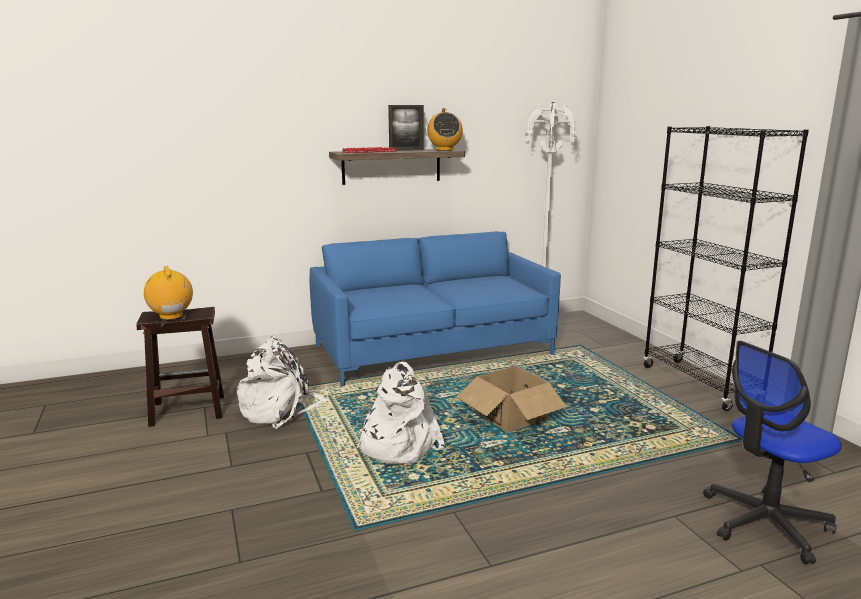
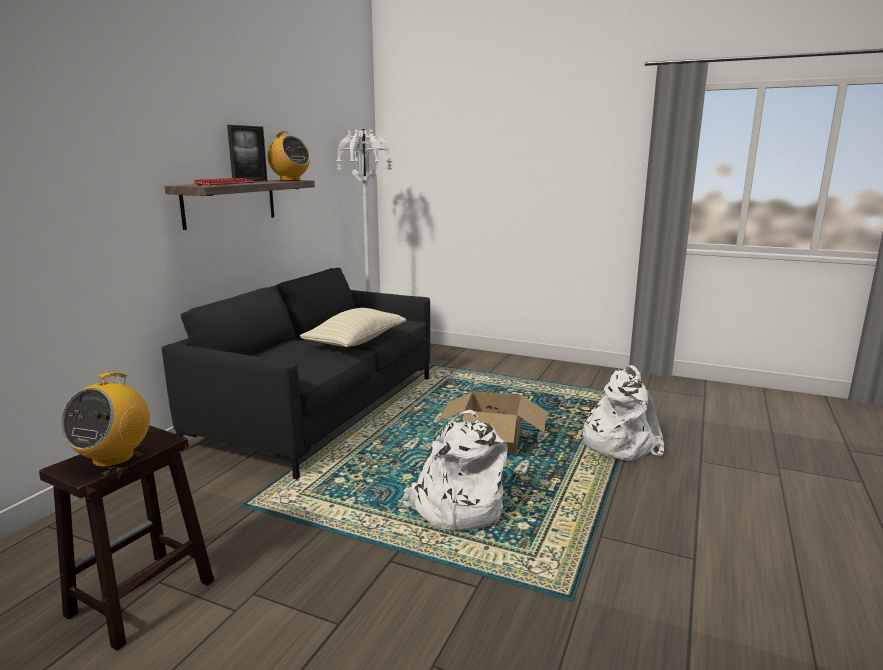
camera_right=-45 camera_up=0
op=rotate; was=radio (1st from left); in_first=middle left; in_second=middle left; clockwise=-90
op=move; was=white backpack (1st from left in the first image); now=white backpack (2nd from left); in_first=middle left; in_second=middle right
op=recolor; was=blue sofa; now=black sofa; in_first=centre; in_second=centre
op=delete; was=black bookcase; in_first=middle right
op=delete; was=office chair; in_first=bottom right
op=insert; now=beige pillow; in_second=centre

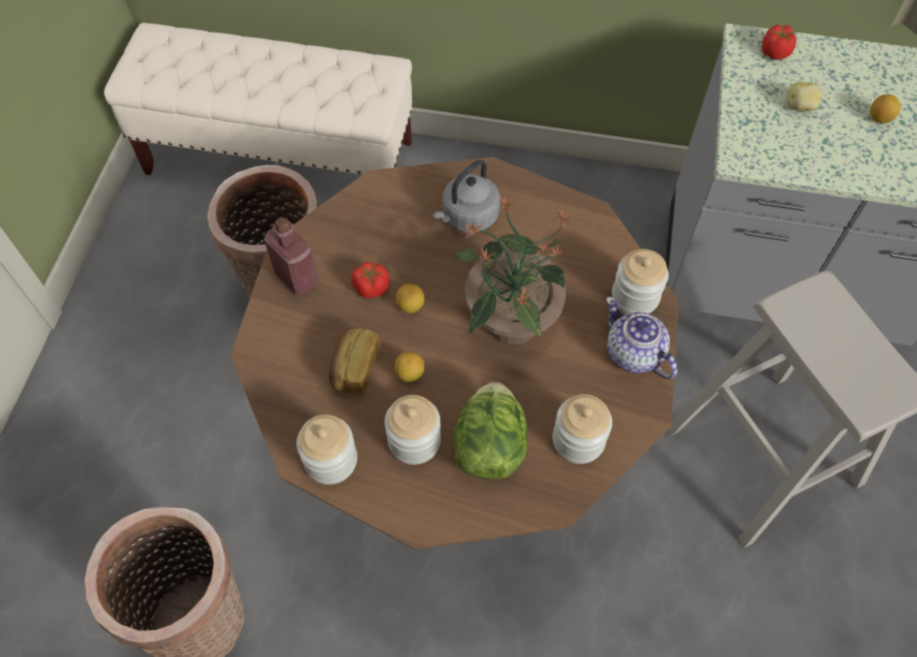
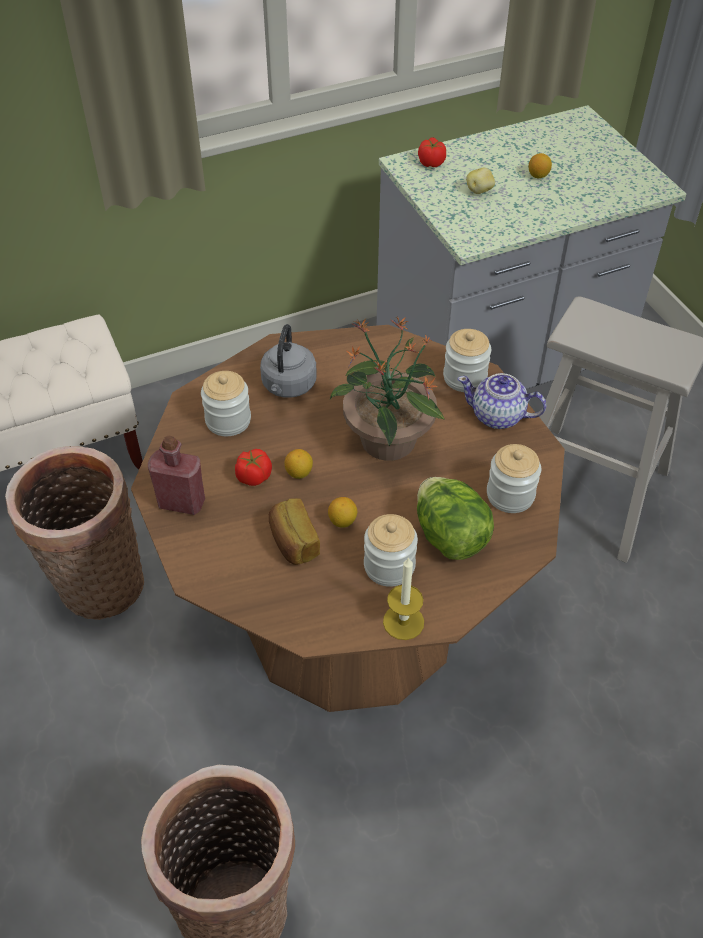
camera_right=-35 camera_up=-10
op=move; was=jar (1st from left); in_first=bottom centre; in_second=middle left
op=insert; now=candle; in_second=centre

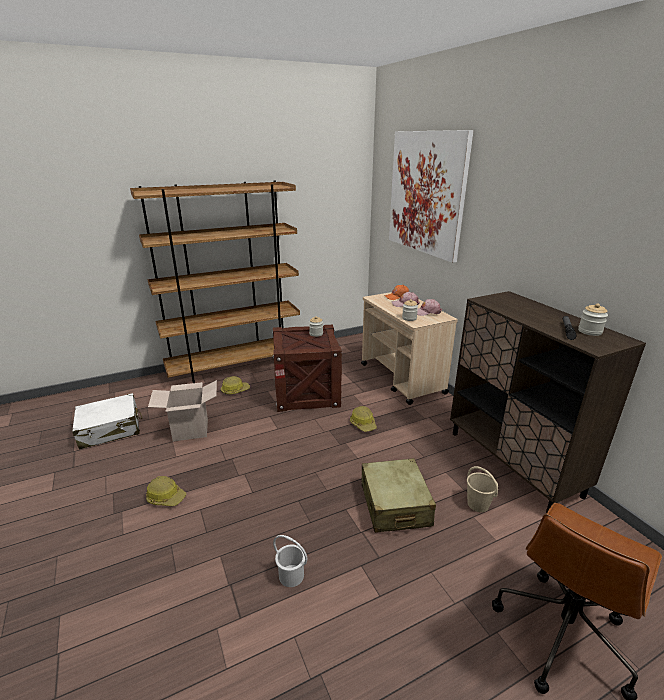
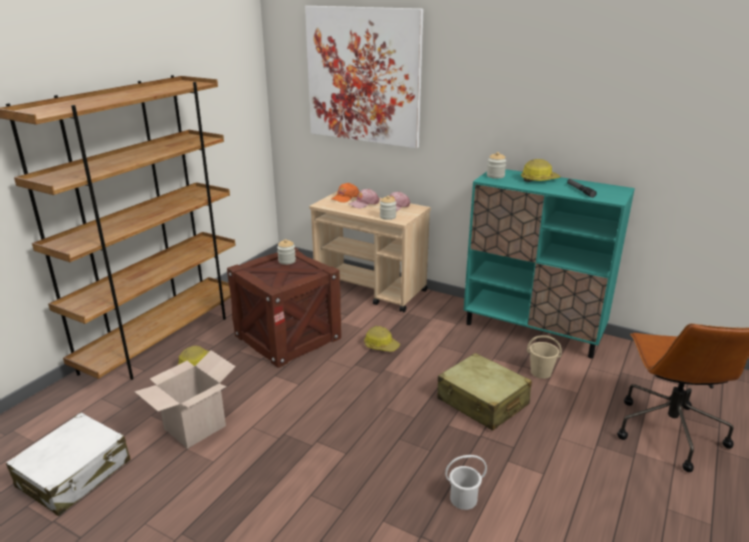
camera_right=-35 camera_up=0
op=move; was=hard hat (1st from left in the first image); now=hard hat (3rd from left); in_first=bottom left; in_second=top right
op=recolor; was=brown cabinet; now=turquoise cabinet; in_first=middle right; in_second=middle right
op=move; was=jar (3rd from left); in_first=middle right; in_second=top centre

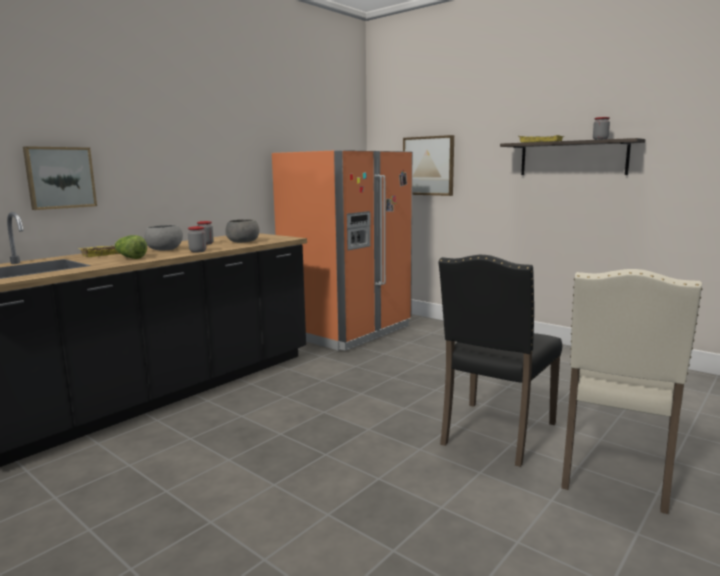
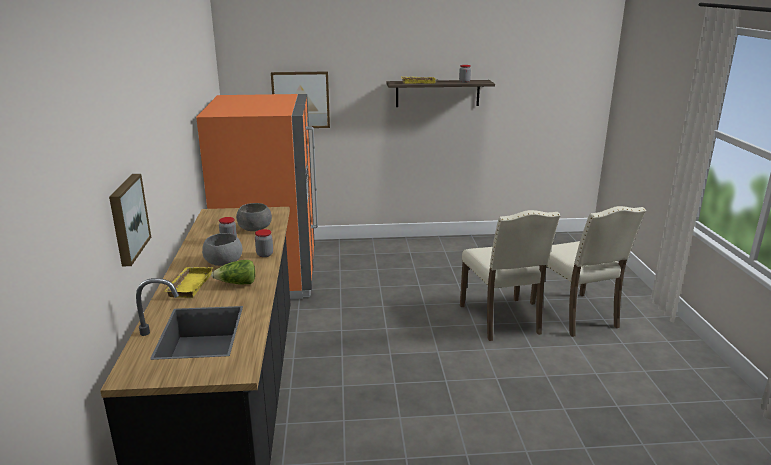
camera_right=-45 camera_up=10
op=recolor; was=black chair; now=beige chair (1st from left); in_first=middle right; in_second=centre

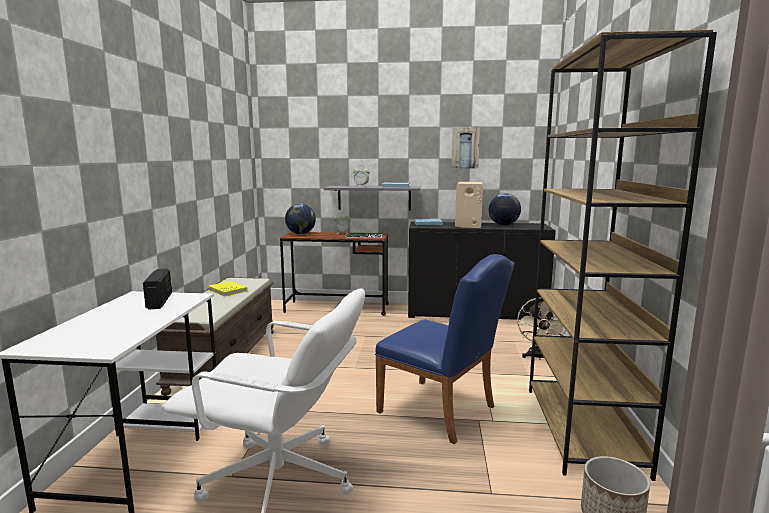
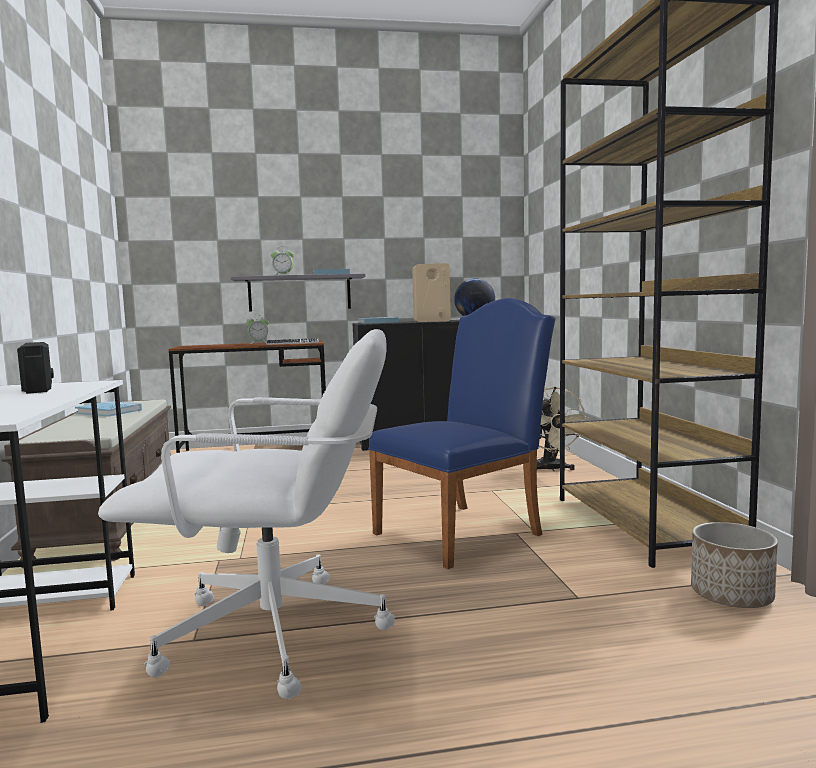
camera_right=-15 camera_up=-5
op=recolor; was=yellow book; now=blue book (1st from left); in_first=middle left; in_second=middle left
op=delete; was=globe (1st from left); in_first=centre
op=rotate; was=blue chair; in_first=bottom centre; in_second=centre; clockwise=-60
op=delete; was=picture; in_first=top centre

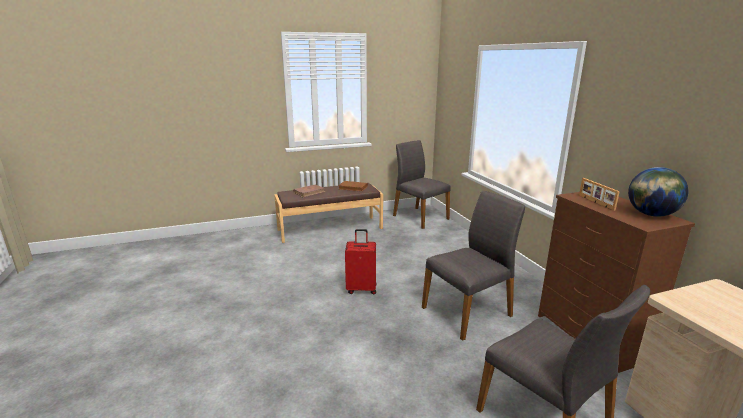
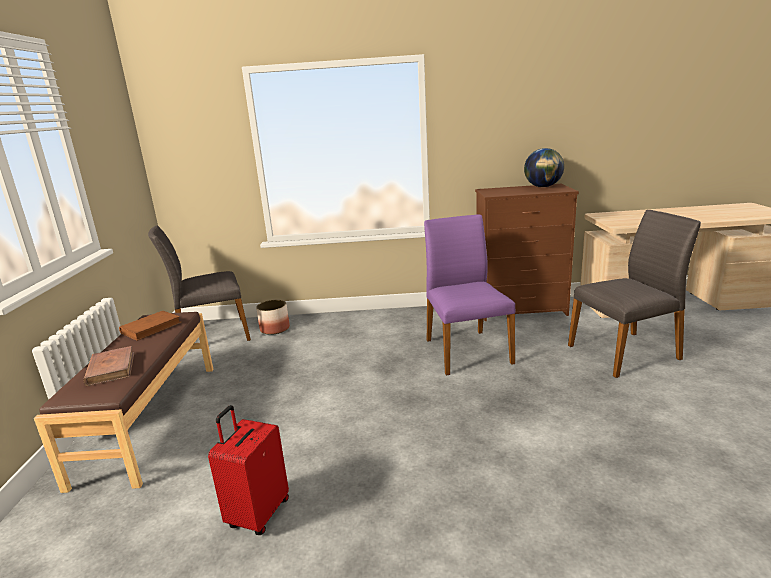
camera_right=-70 camera_up=0
op=move; was=red suitcase; in_first=centre; in_second=bottom left
op=recolor; was=grey chair (2nd from left); now=purple chair; in_first=centre; in_second=centre
op=delete; was=picture frame; in_first=middle right
op=insert; now=planter; in_second=centre

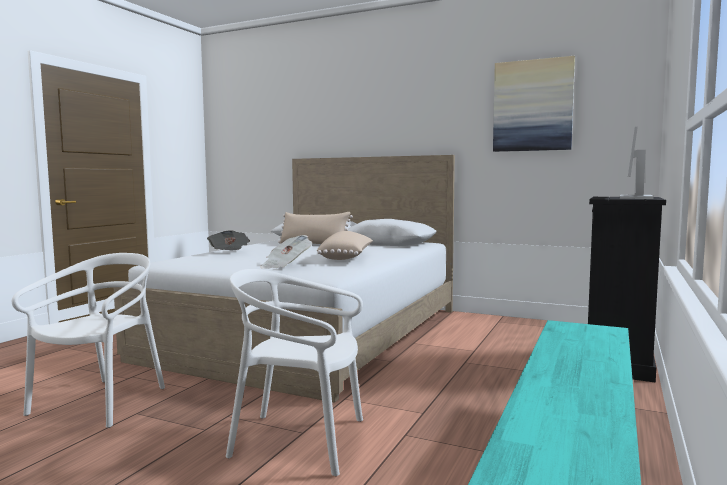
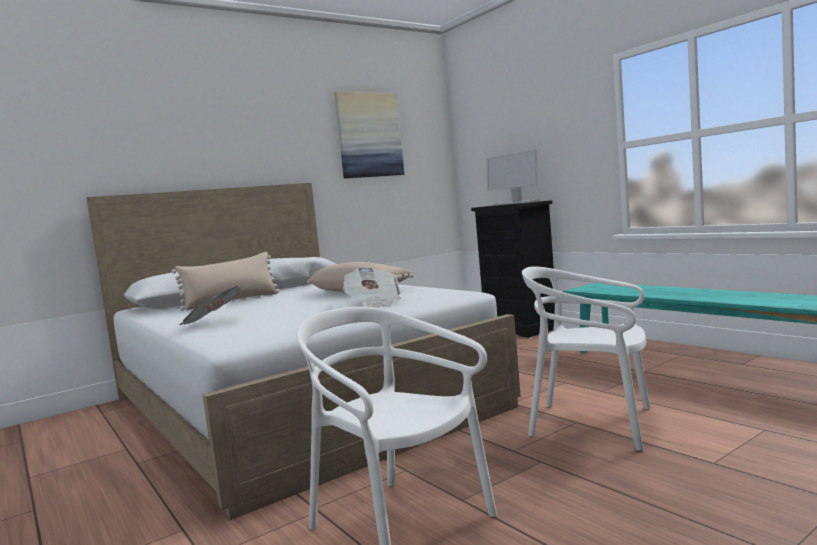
camera_right=-60 camera_up=0
op=rotate; was=white chair (2nd from left); in_first=bottom centre; in_second=middle right; clockwise=75

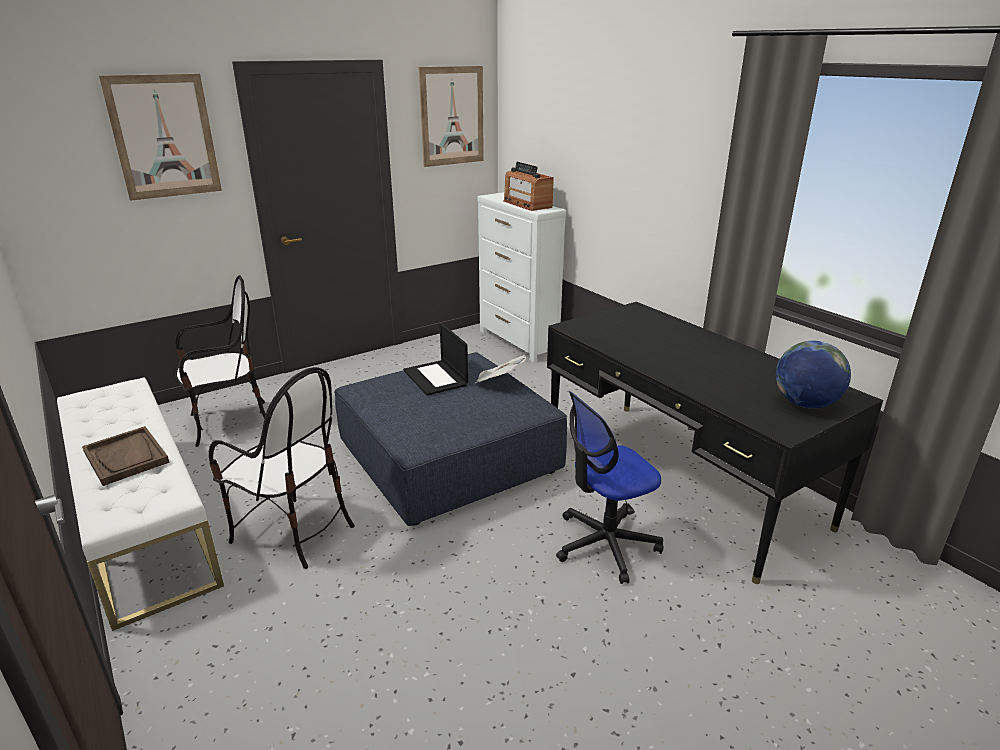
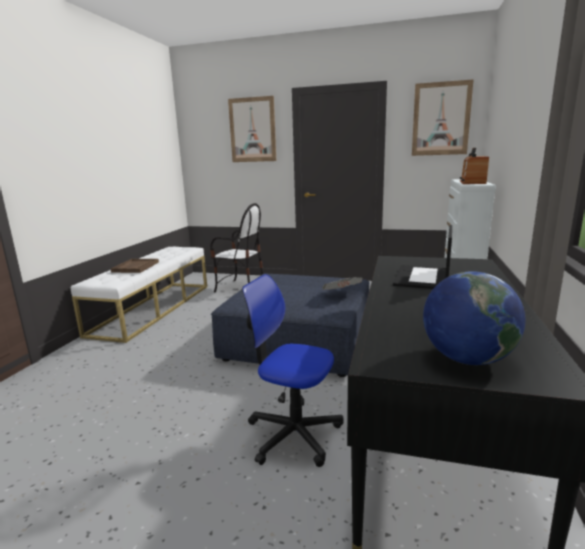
camera_right=50 camera_up=-10
op=delete; was=chair (2nd from left); in_first=middle left
op=move; was=laptop; in_first=centre; in_second=middle right

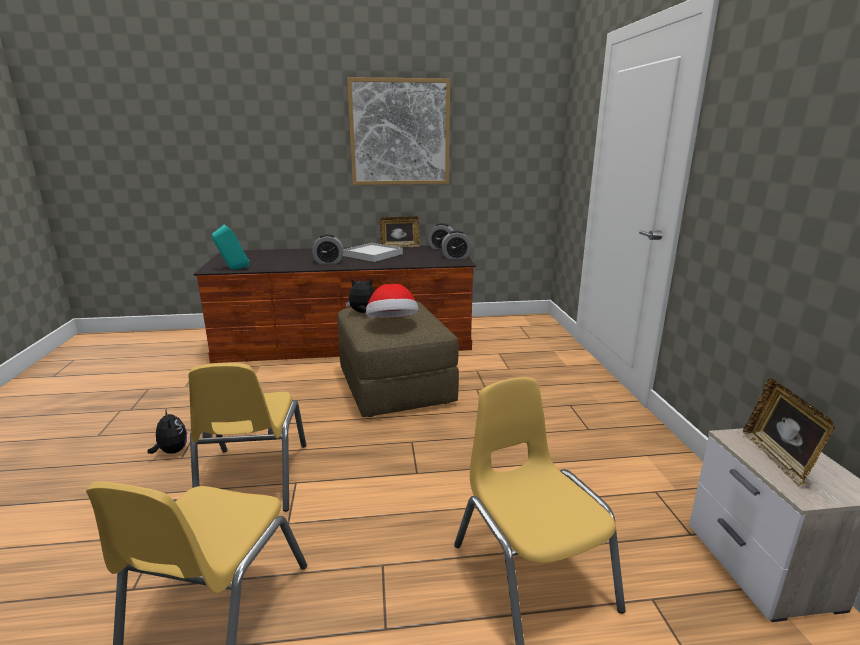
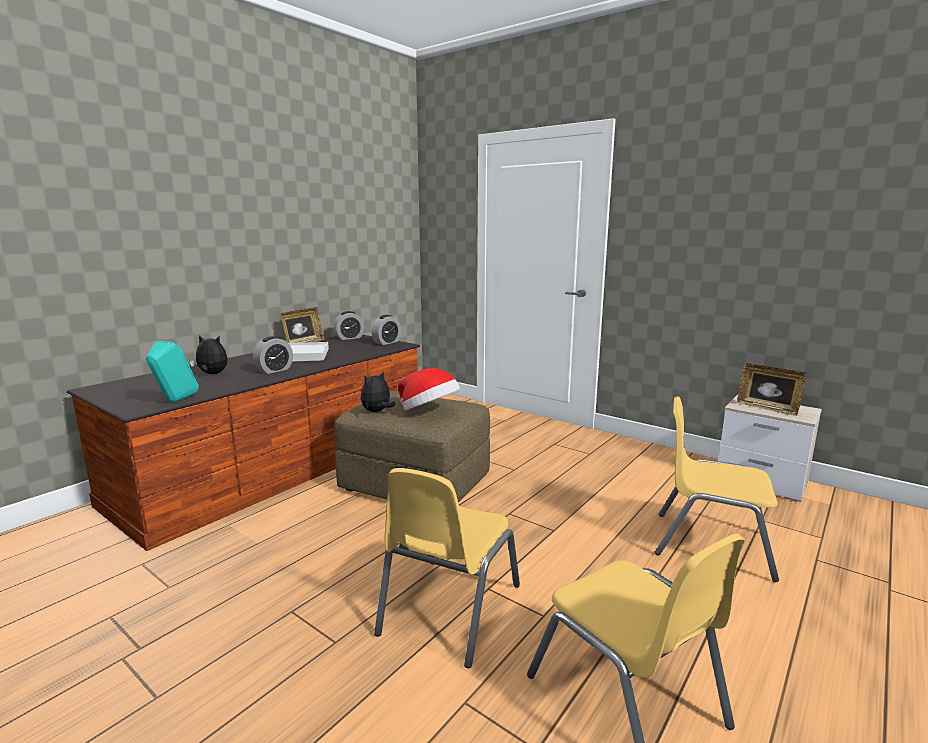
camera_right=-45 camera_up=-5
op=move; was=plush toy (1st from left); in_first=bottom left; in_second=middle left
op=rotate; was=yellow chair (2nd from left in the first image); in_first=bottom left; in_second=bottom centre; clockwise=75
op=delete; was=picture; in_first=top centre

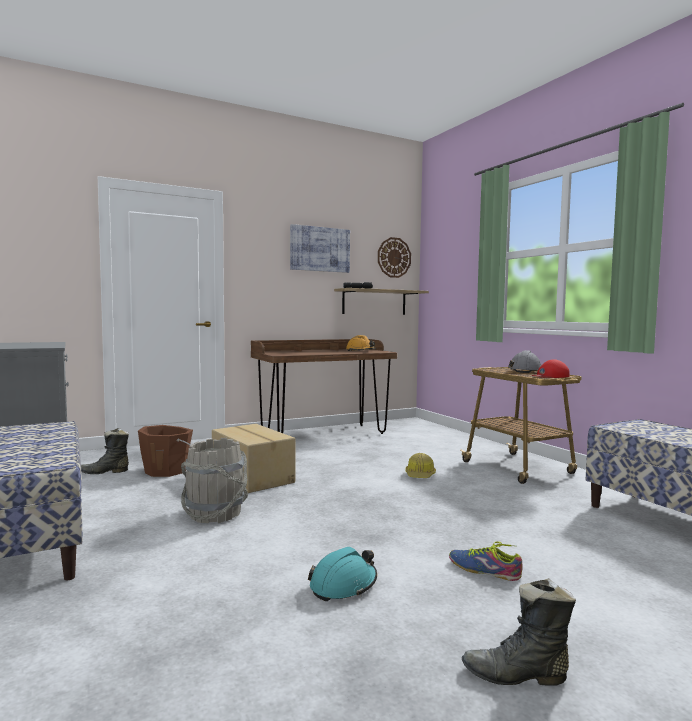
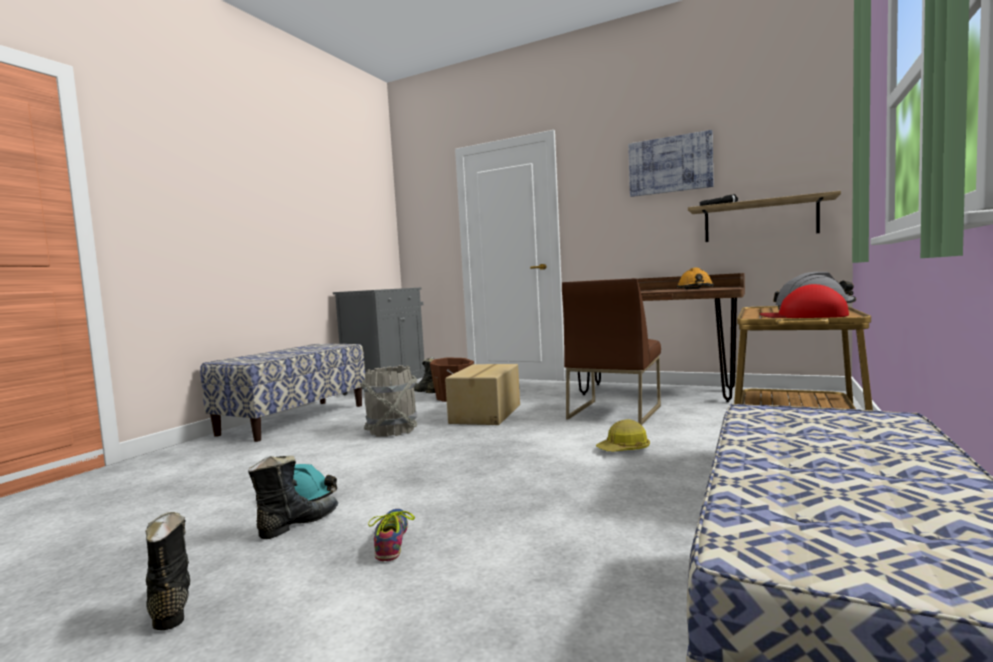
camera_right=55 camera_up=0
op=delete; was=wall clock; in_first=centre
op=insert; now=black boot (2nd from left); in_second=bottom left
op=insert; now=brown chair; in_second=centre

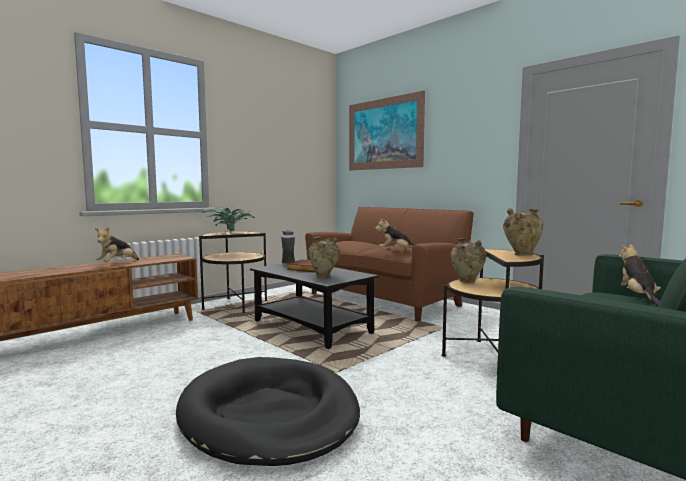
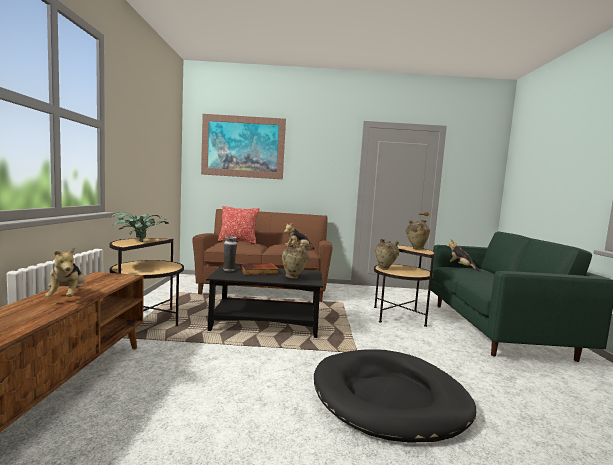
camera_right=-45 camera_up=0
op=insert; now=pillow; in_second=centre

